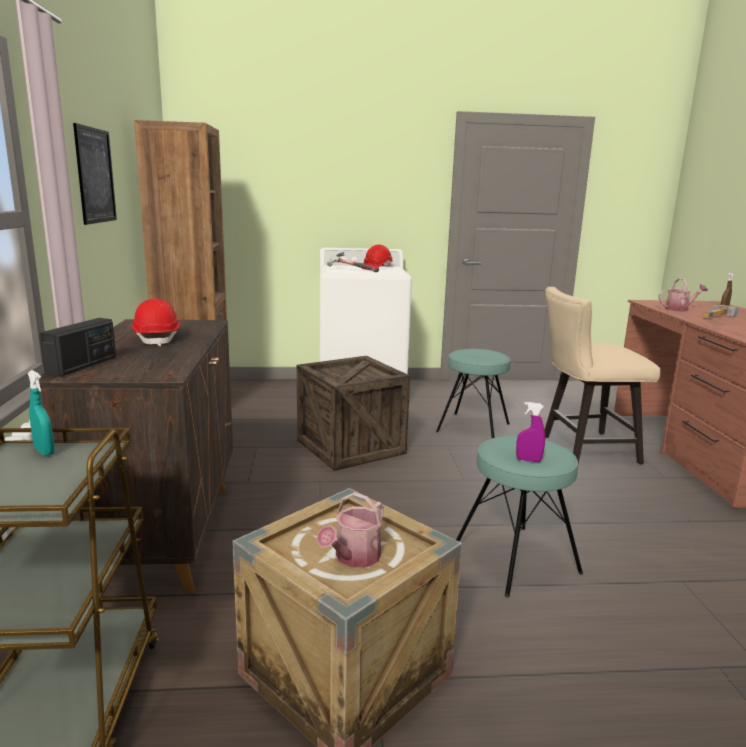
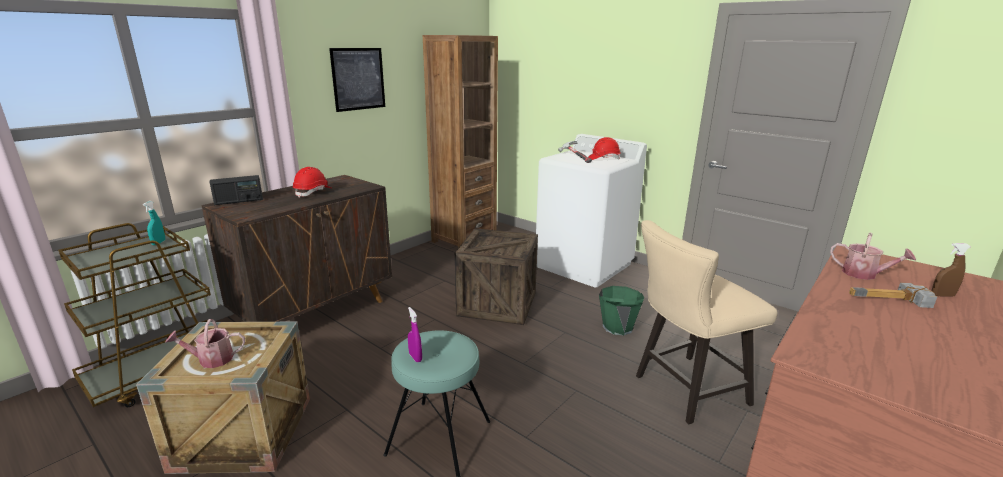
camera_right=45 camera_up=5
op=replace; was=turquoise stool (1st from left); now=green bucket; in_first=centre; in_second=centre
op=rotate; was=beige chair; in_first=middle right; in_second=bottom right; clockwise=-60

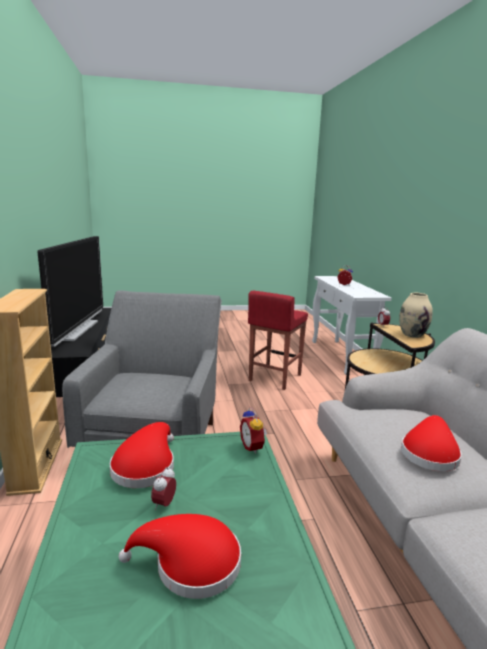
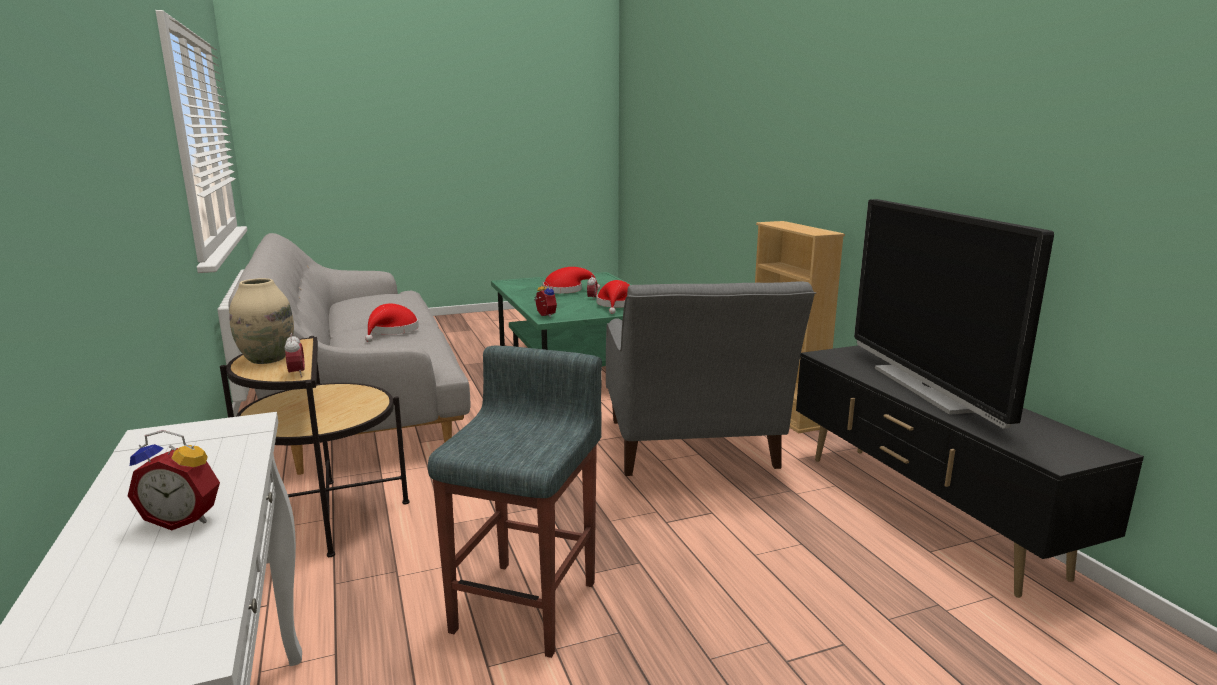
camera_right=170 camera_up=0
op=recolor; was=red stool; now=grey stool; in_first=centre; in_second=bottom centre

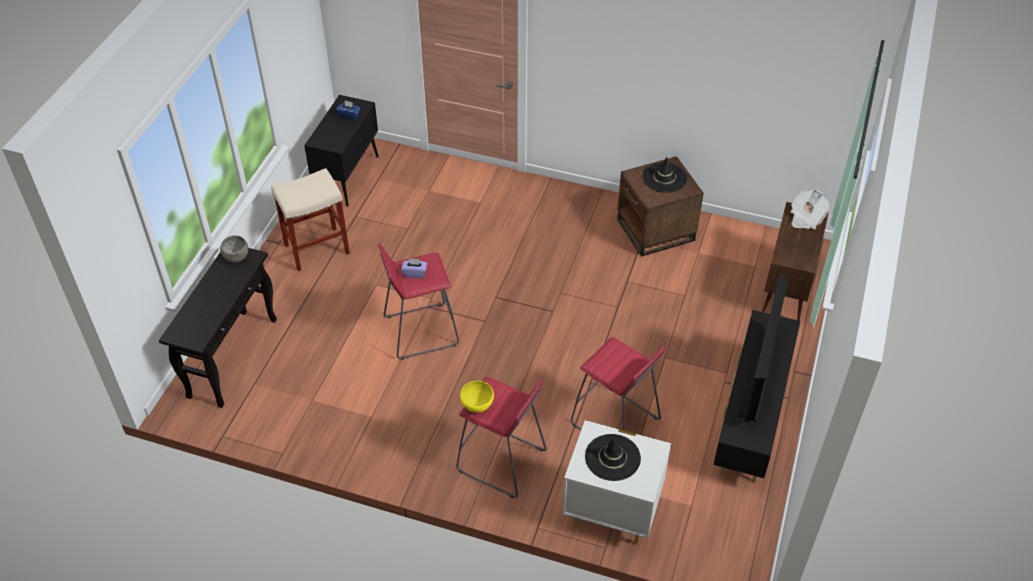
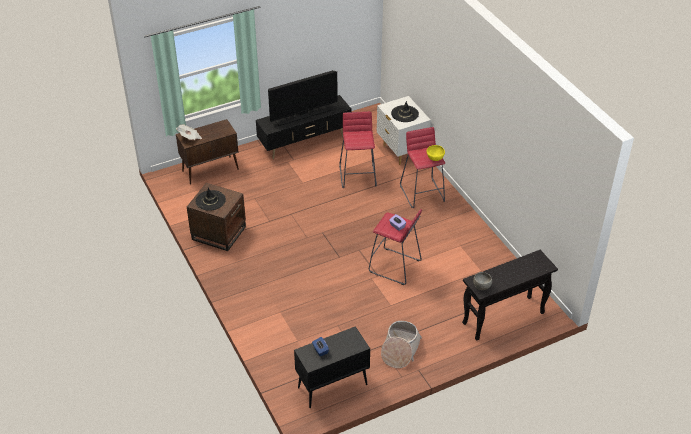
camera_right=-135 camera_up=-5
op=replace; was=beige stool; now=basket; in_first=middle left; in_second=bottom centre

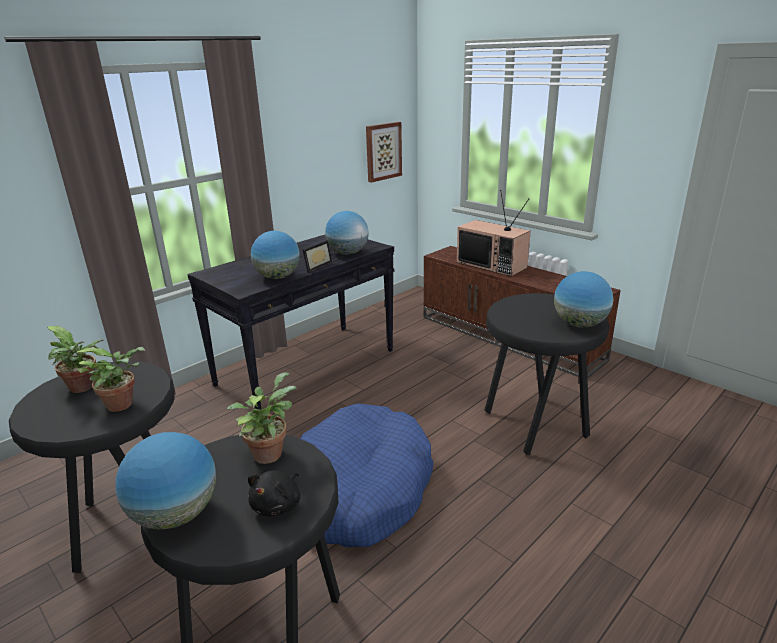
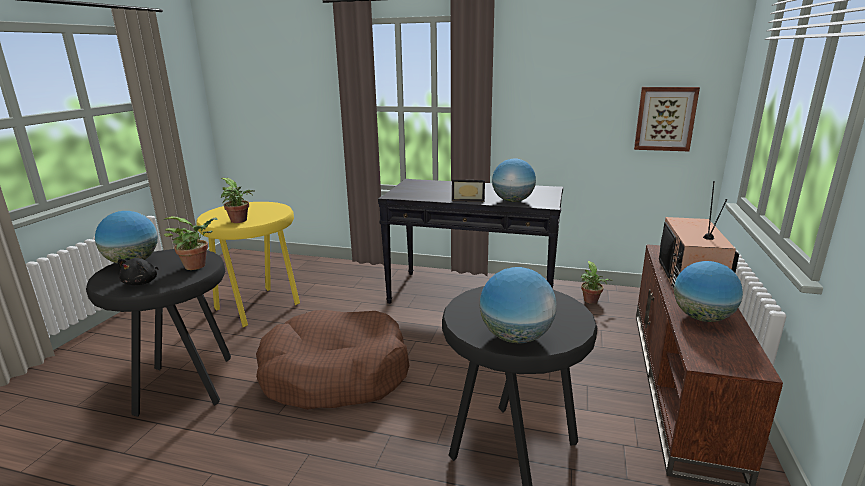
camera_right=60 camera_up=-5
op=recolor; was=black stool (1st from left); now=yellow stool; in_first=bottom left; in_second=middle left
op=move; was=potted plant (1st from left in the first image); now=potted plant (3rd from left); in_first=middle left; in_second=middle right
op=rotate; was=black plush toy; in_first=bottom centre; in_second=middle left; clockwise=-75
op=move; was=globe (2nd from left in the first image); now=globe (4th from left); in_first=centre; in_second=middle right
op=recolor; was=blue dog bed; now=brown dog bed; in_first=bottom centre; in_second=bottom centre

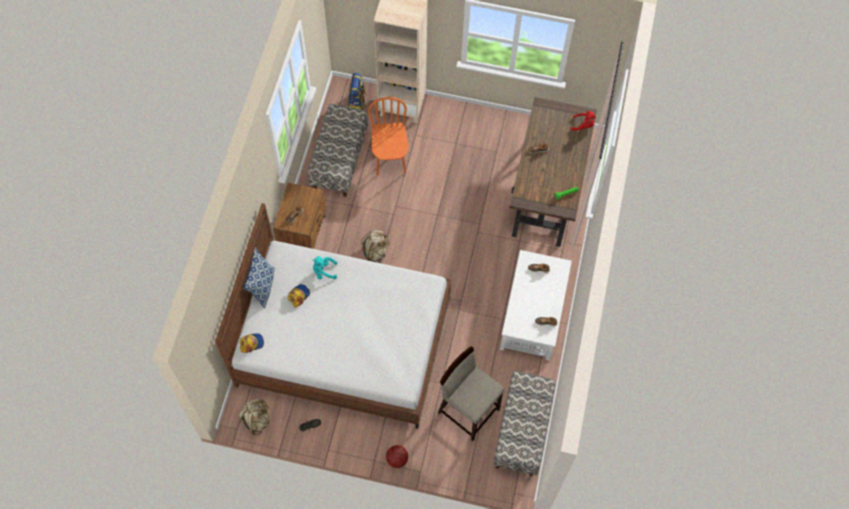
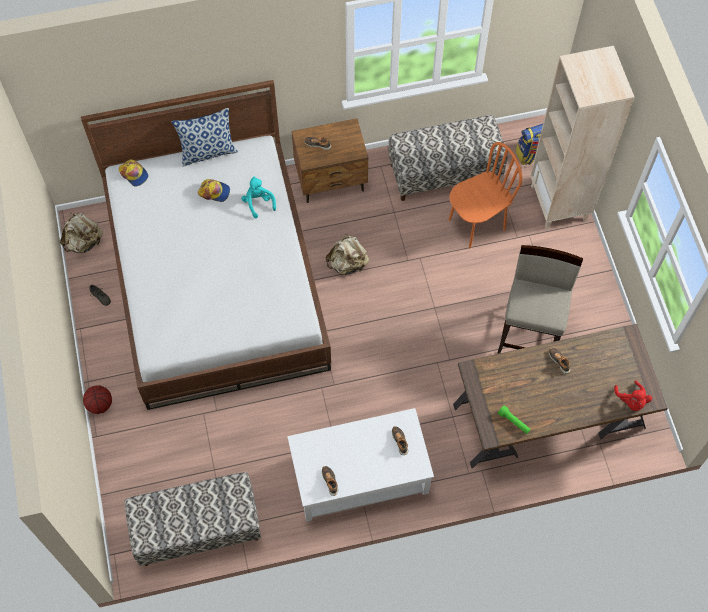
camera_right=65 camera_up=0
op=move; was=beige stool; in_first=bottom centre; in_second=middle right

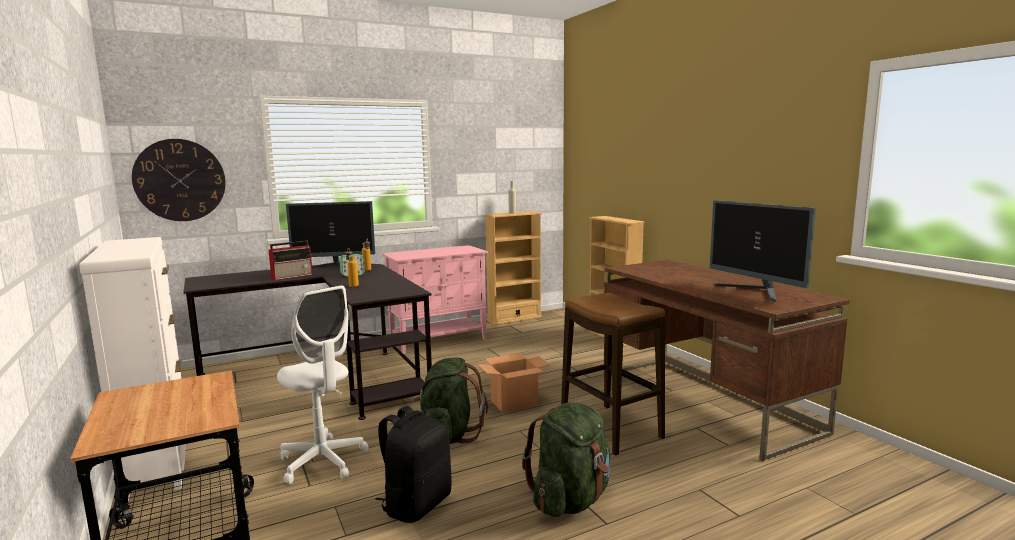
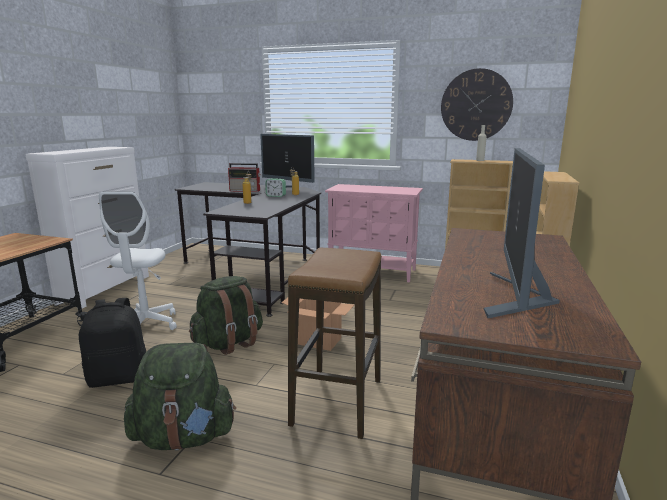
camera_right=45 camera_up=5
op=move; was=wall clock; in_first=middle left; in_second=top right

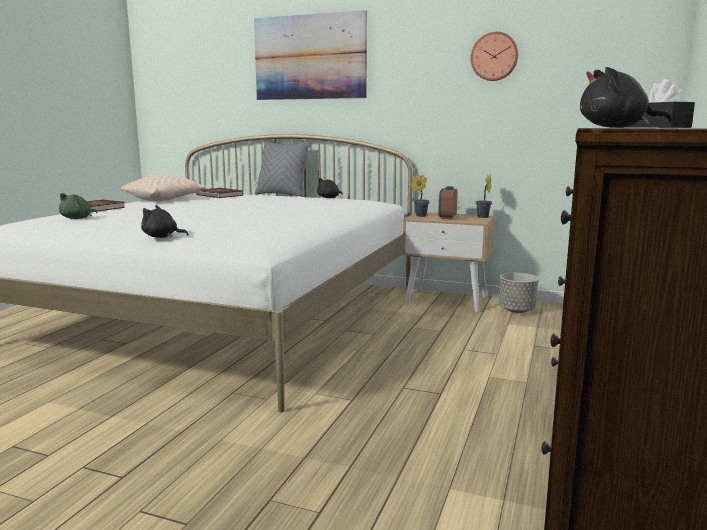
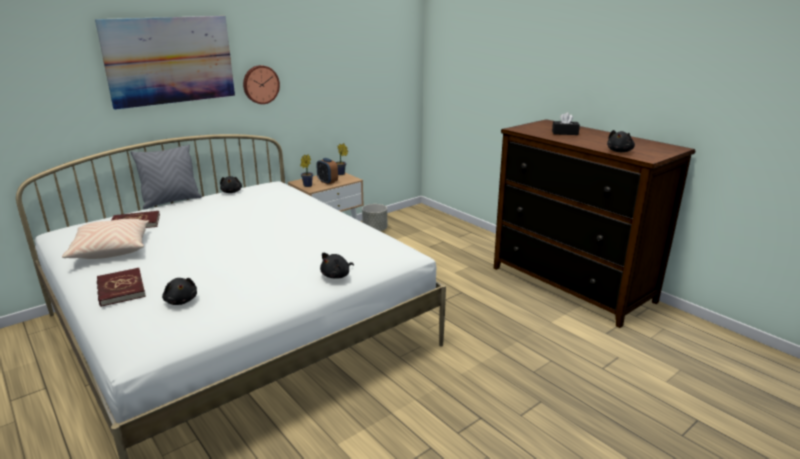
camera_right=-60 camera_up=10
op=recolor; was=green plush toy; now=black plush toy (1st from left); in_first=middle left; in_second=middle left
op=move; was=wall clock; in_first=top right; in_second=top left

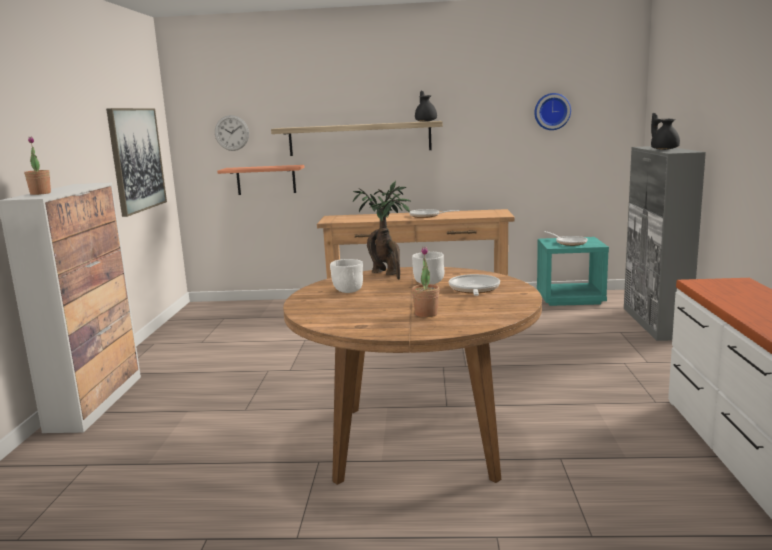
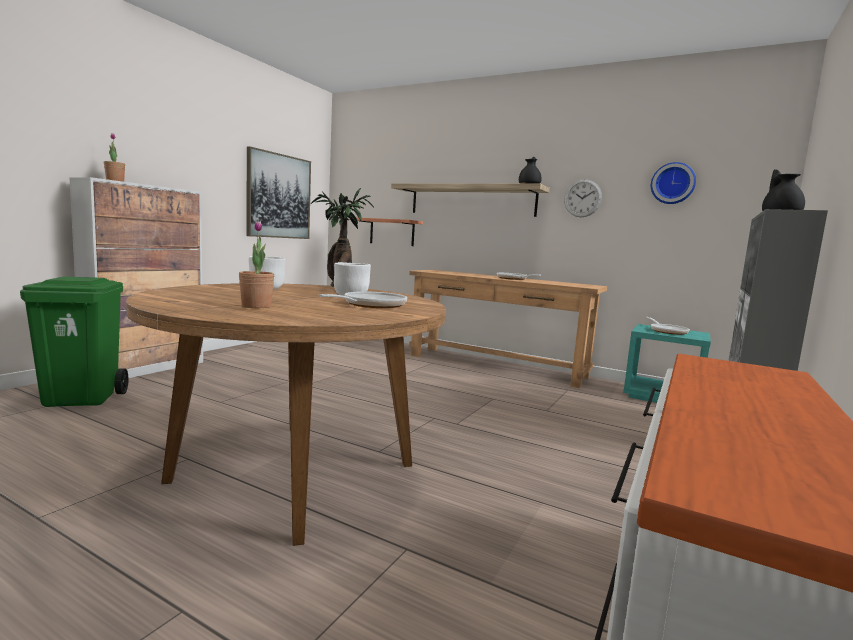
camera_right=25 camera_up=-5
op=move; was=wall clock (1st from left); in_first=top left; in_second=top right
op=insert; now=green trash can; in_second=middle left

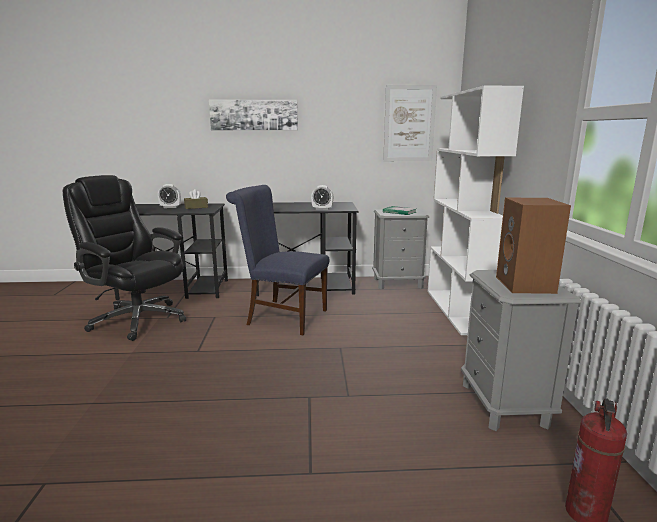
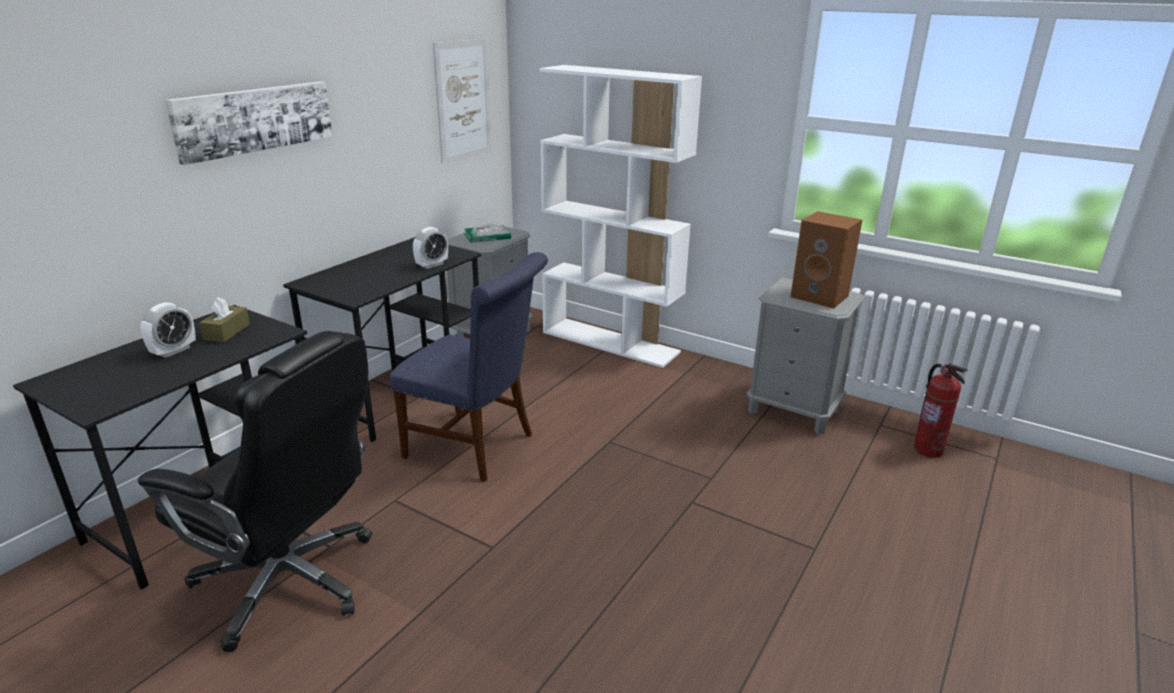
camera_right=-55 camera_up=10
op=rotate; was=black office chair; in_first=middle left; in_second=bottom left; clockwise=-135
op=rotate; was=blue chair; in_first=centre; in_second=centre; clockwise=-120

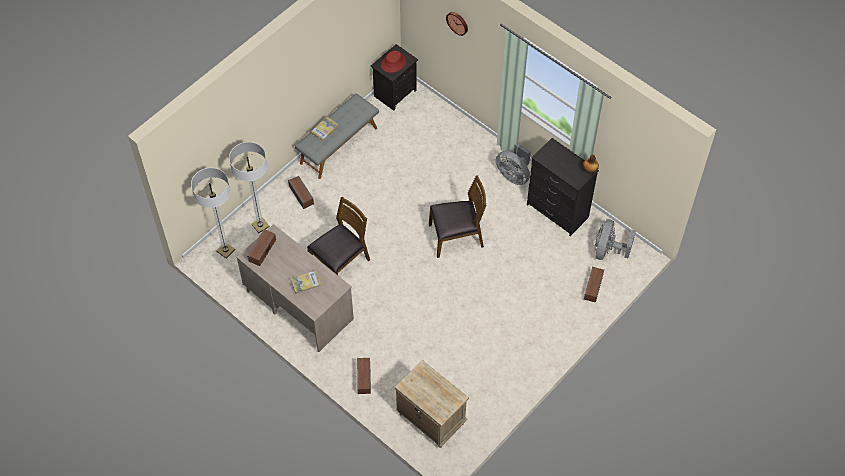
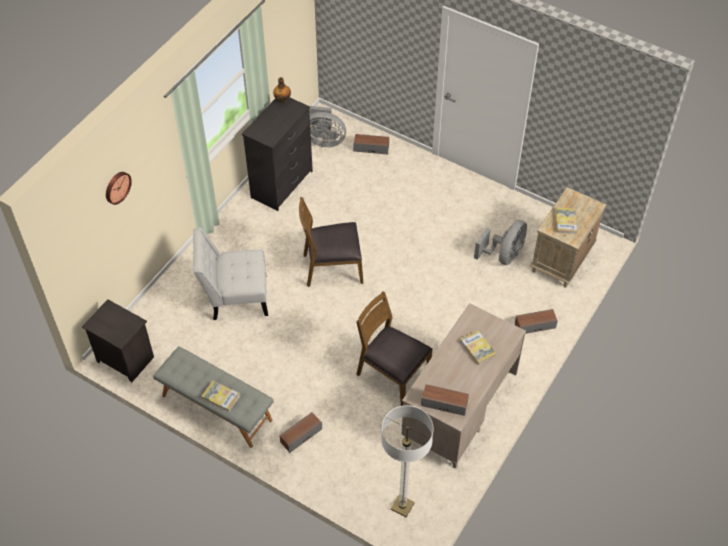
camera_right=-100 camera_up=-5
op=delete; was=floor lamp (2nd from left); in_first=middle left
op=delete; was=red hat; in_first=top centre
op=rotate; was=brown chair (2nd from left in the first image); in_first=centre; in_second=centre; clockwise=-75
op=move; was=grey fan (1st from left in the first image); now=grey fan (2nd from left); in_first=centre; in_second=middle right
op=insert; now=white chair; in_second=middle left
op=insert; now=book (3rd from left); in_second=middle right

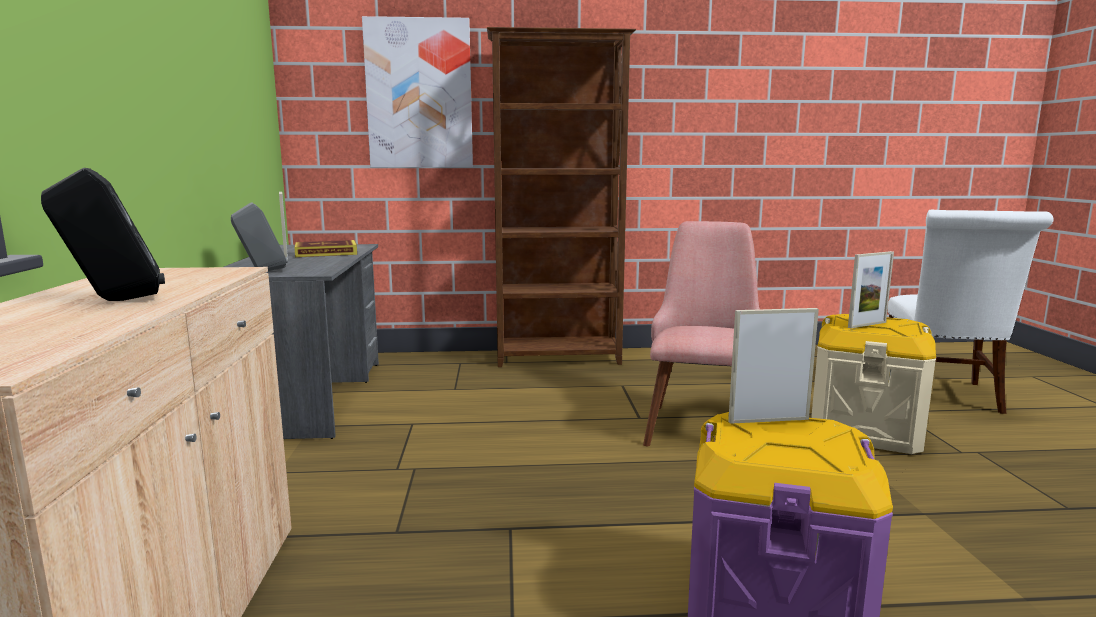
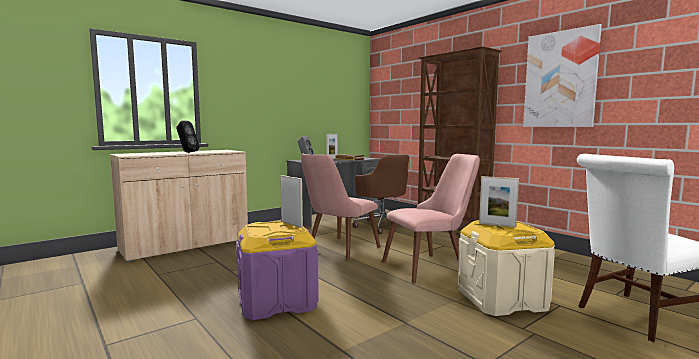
camera_right=55 camera_up=-5
op=move; was=picture; in_first=top centre; in_second=top right
op=insert; now=pink chair (1st from left); in_second=centre
op=insert; now=brown office chair; in_second=centre

